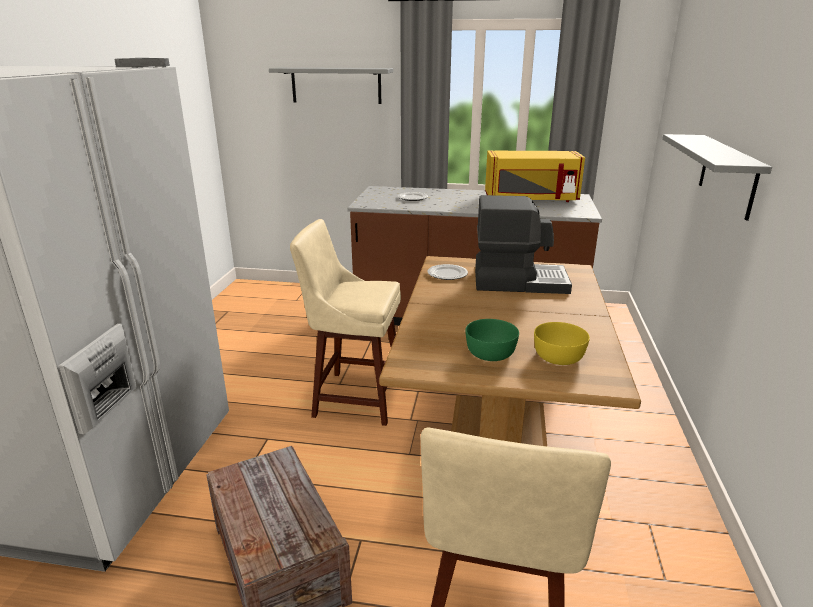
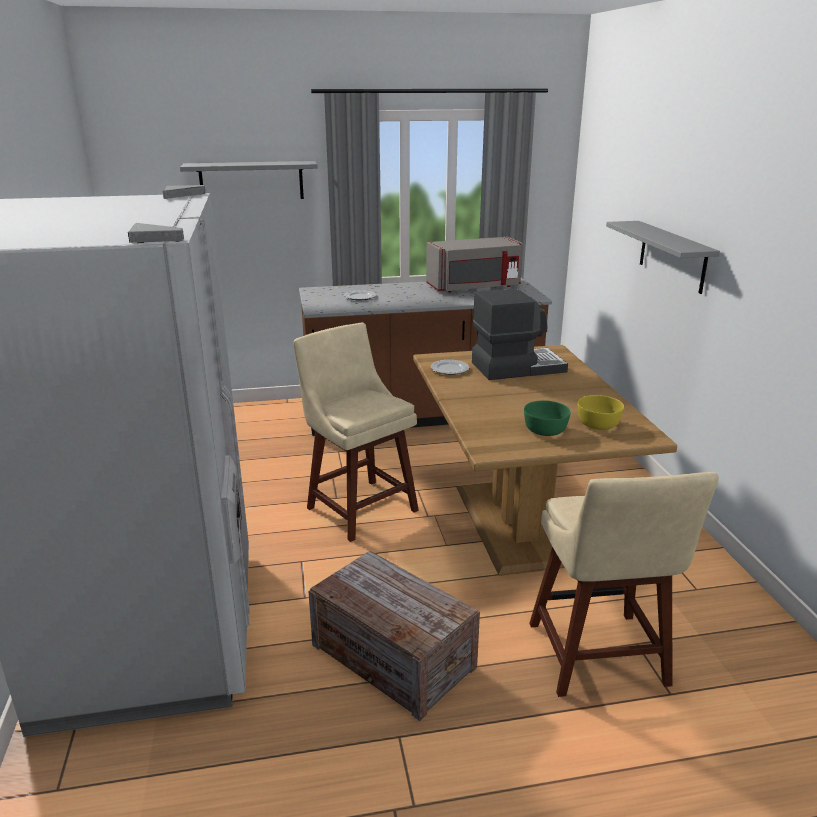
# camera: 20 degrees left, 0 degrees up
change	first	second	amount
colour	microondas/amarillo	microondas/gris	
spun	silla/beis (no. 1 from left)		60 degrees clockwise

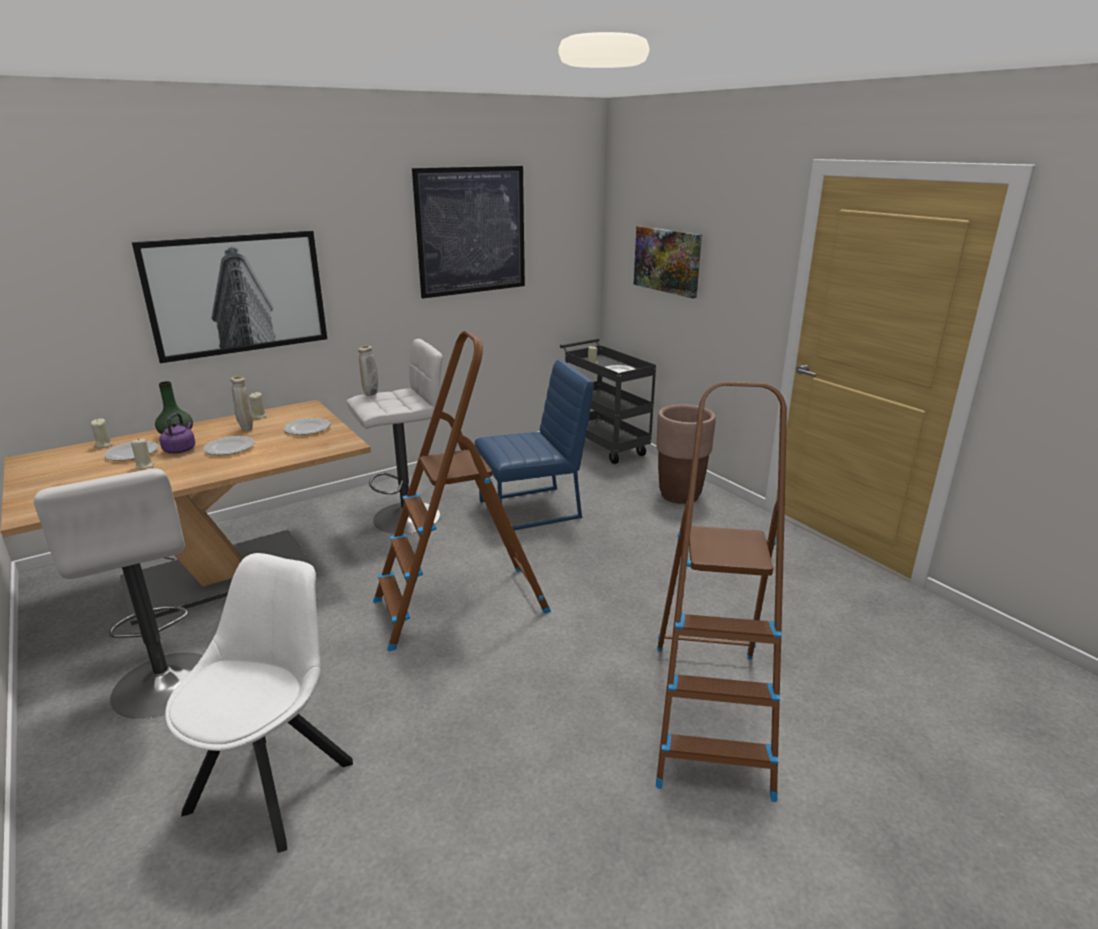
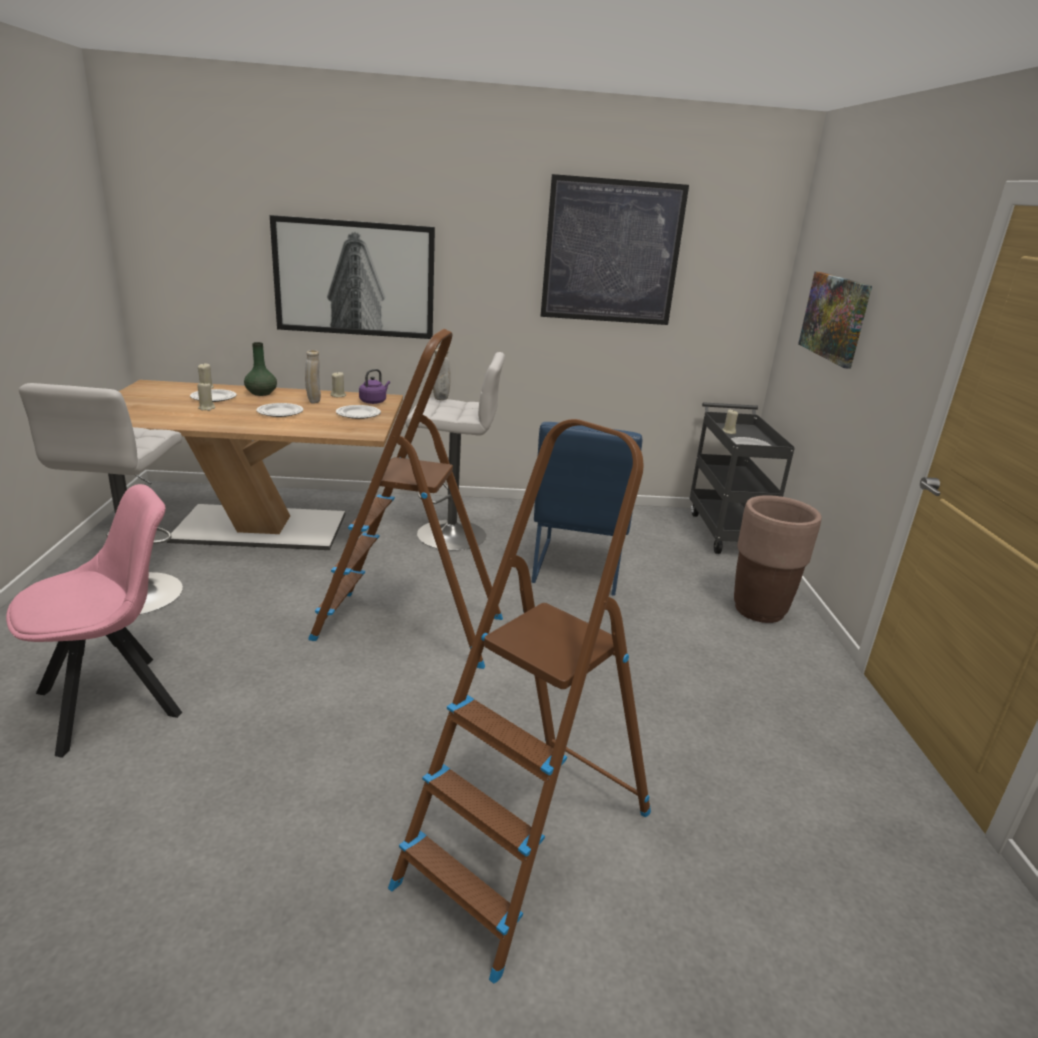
# camera: 30 degrees right, 0 degrees up
change	first	second	amount
spun	silla/azul		90 degrees clockwise
relocated	hervidor/morado		
colour	silla/blanco	silla/rosa	

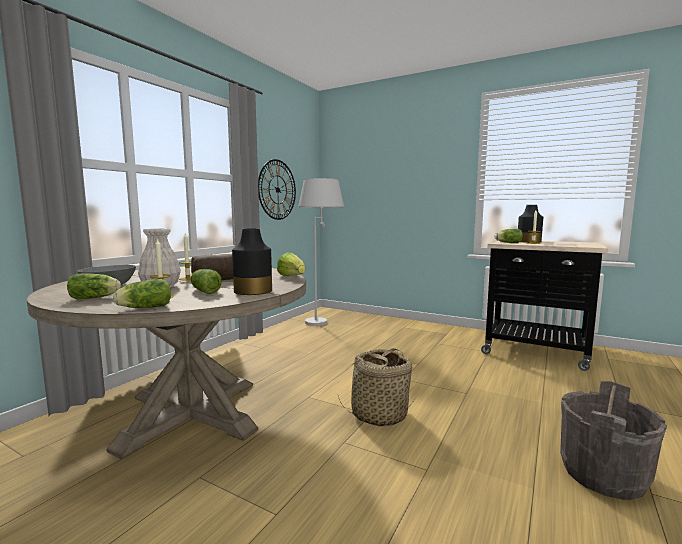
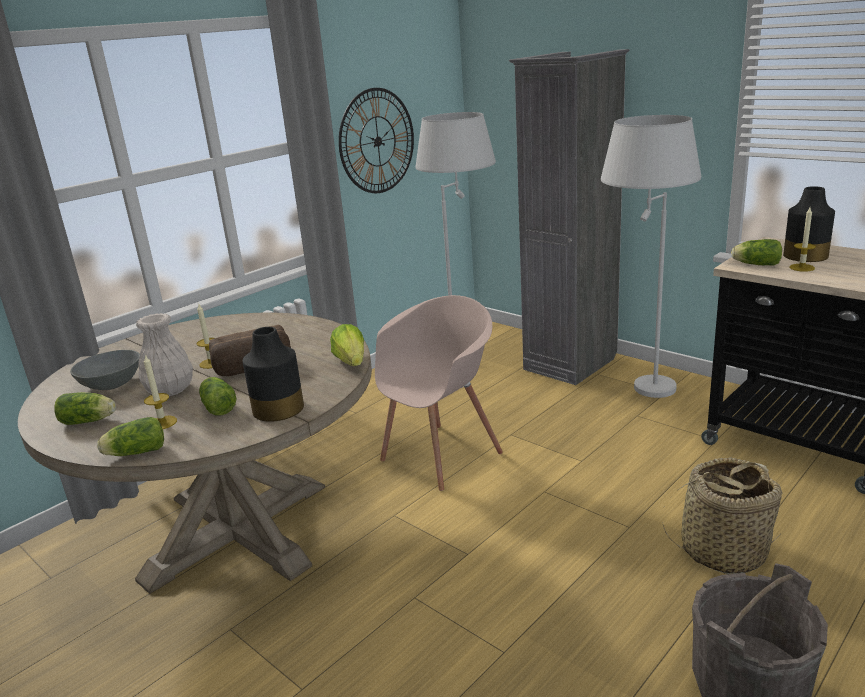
# camera: 15 degrees right, 15 degrees up
change	first	second	amount
relocated	cesta		
appeared		armario/gris	
appeared		lámpara de pie/blanco (no. 2 from left)	
appeared		silla/beis	

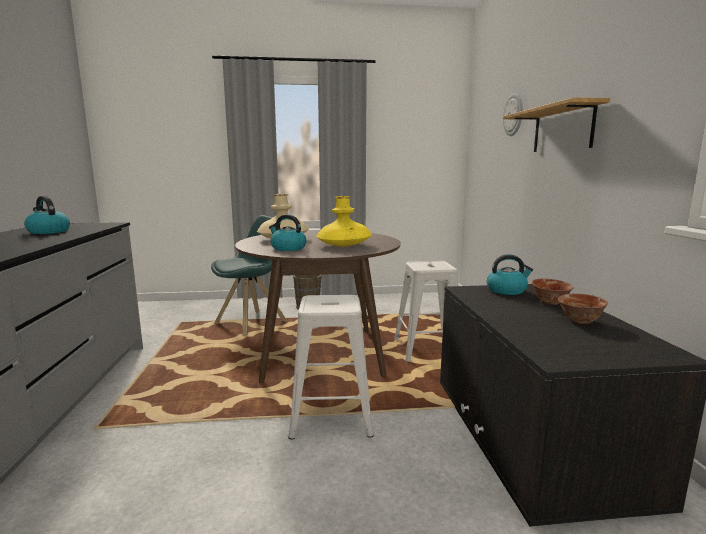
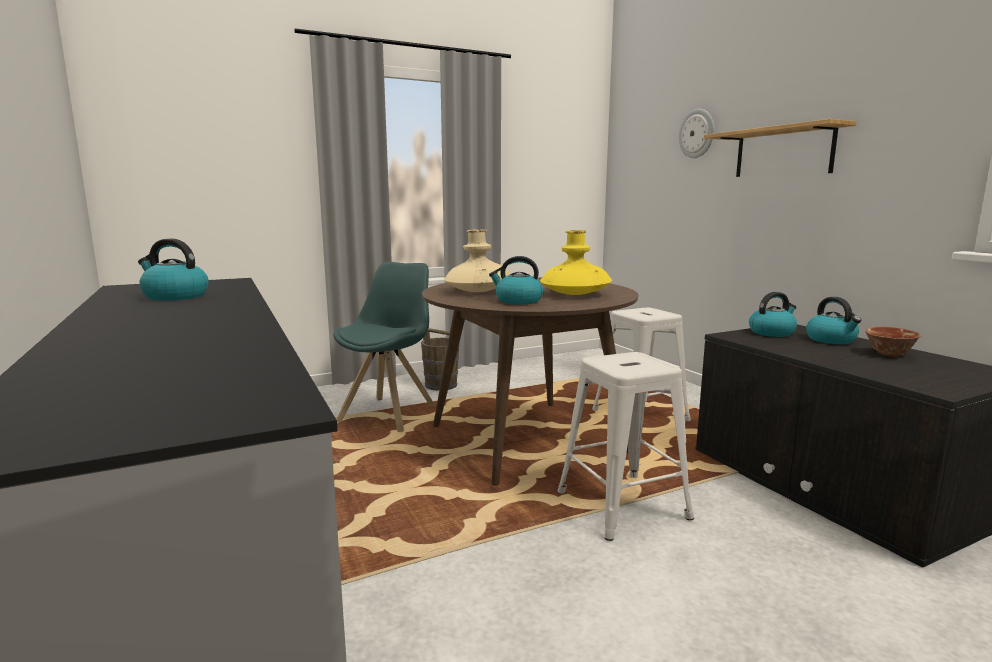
# camera: 20 degrees left, 0 degrees up
change	first	second	amount
exchanged	cuenco (no. 1 from left)	hervidor (no. 4 from left)	

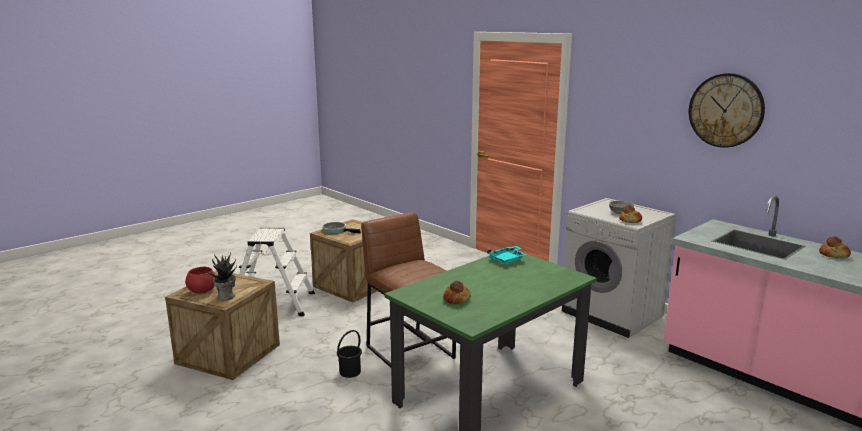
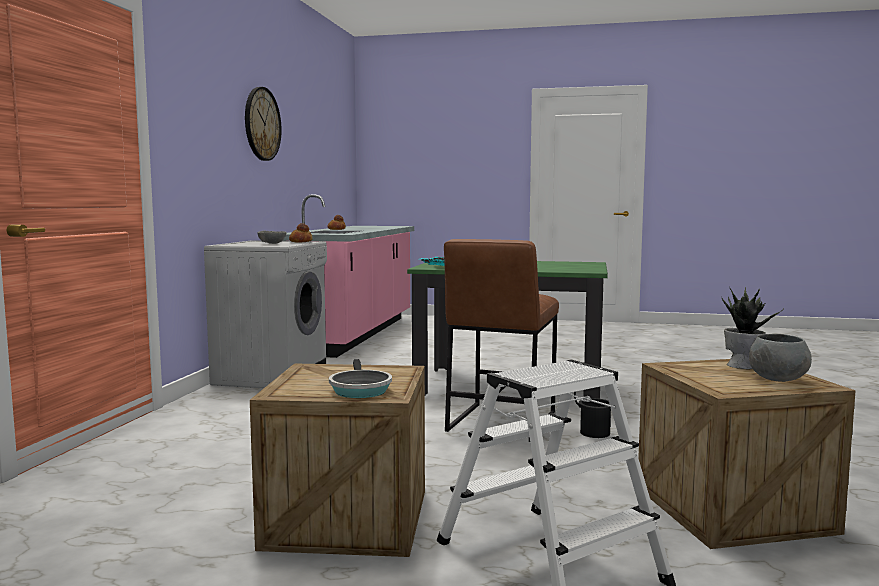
# camera: 125 degrees left, 10 degrees down
change	first	second	amount
colour	cuenco/rojo	cuenco/gris (no. 2 from left)	
missing	pan (no. 1 from left)		

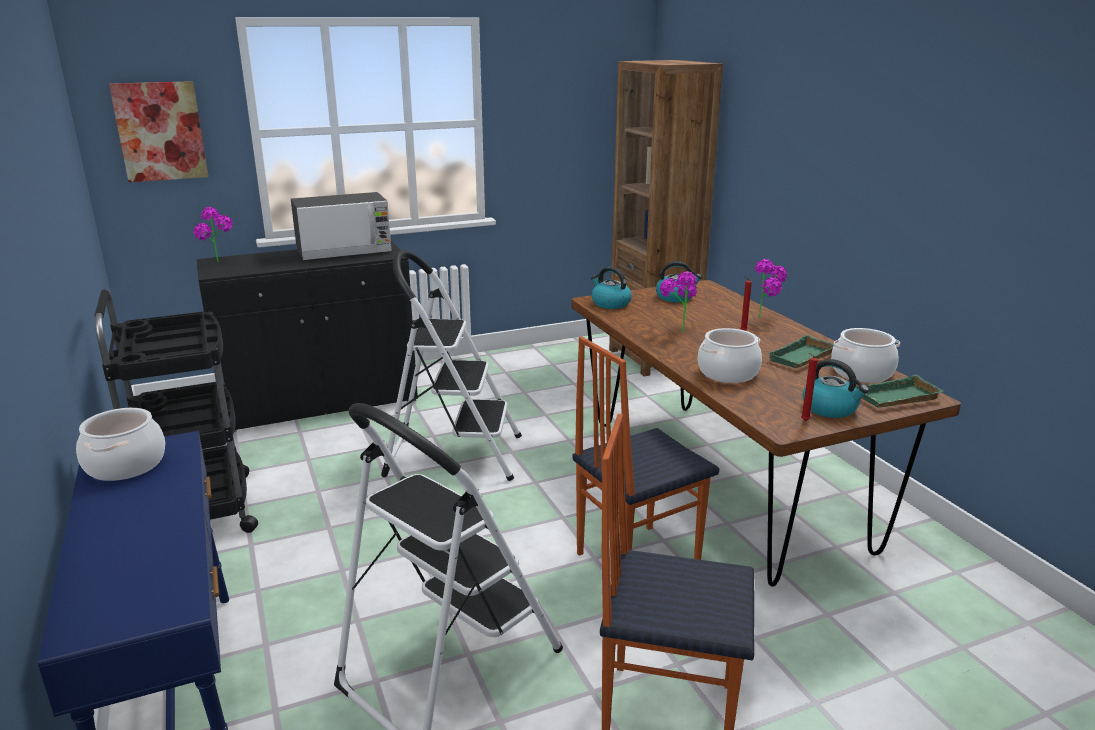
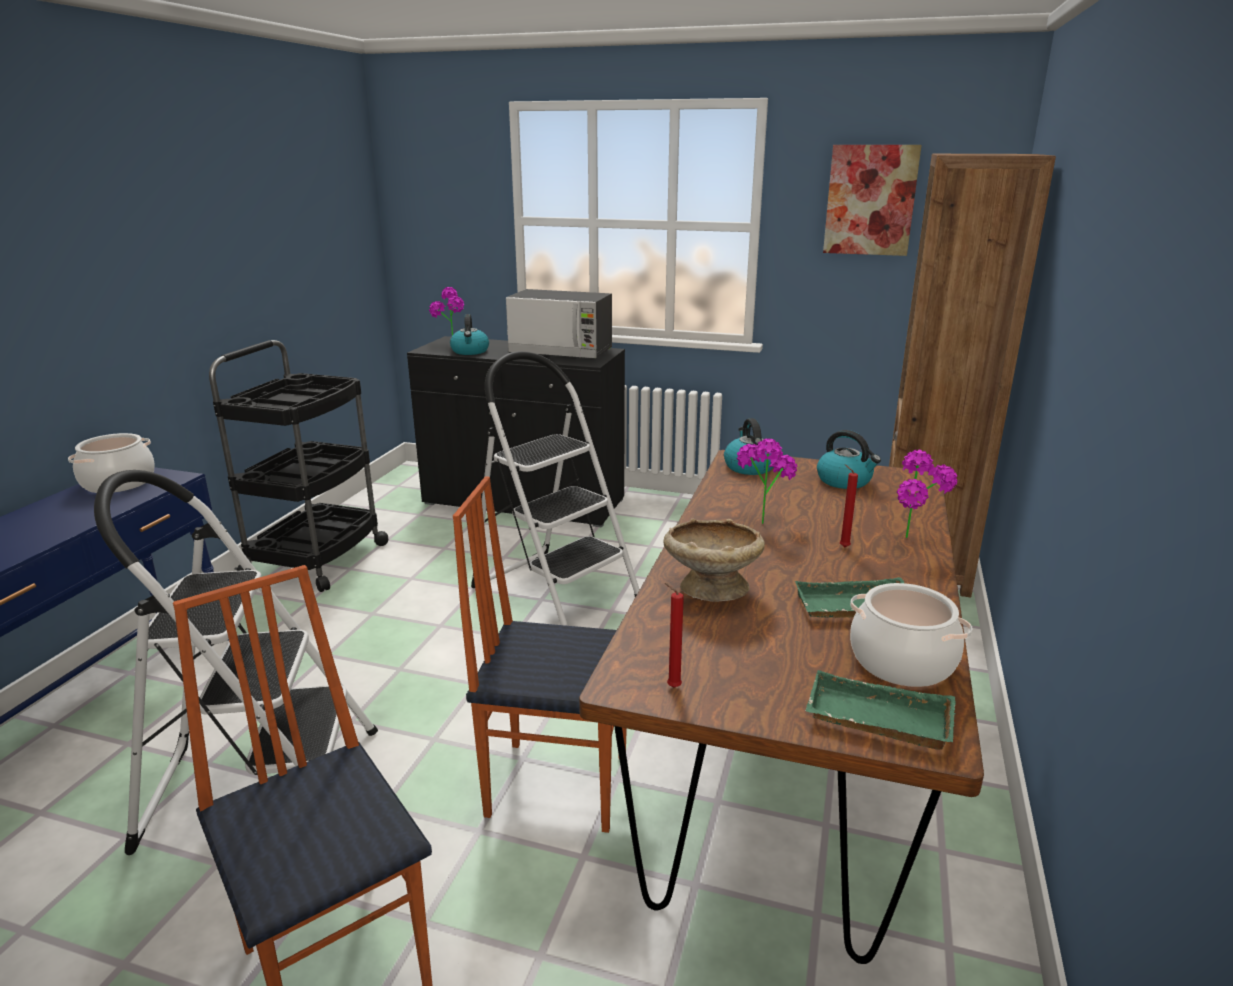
# camera: 40 degrees right, 0 degrees up
change	first	second	amount
relocated	cuadro		
exchanged	olla (no. 2 from left)	cuenco/beis	
relocated	hervidor (no. 3 from left in the first image)	hervidor (no. 1 from left)	

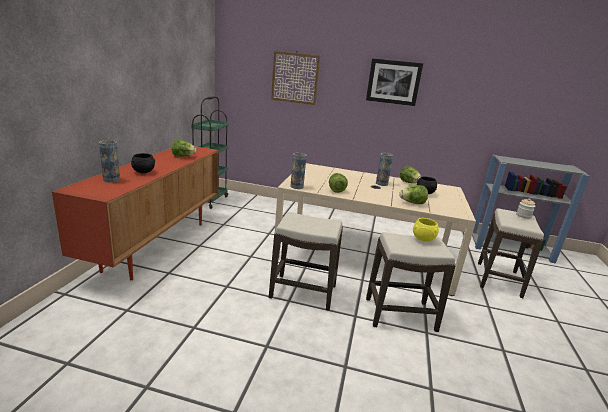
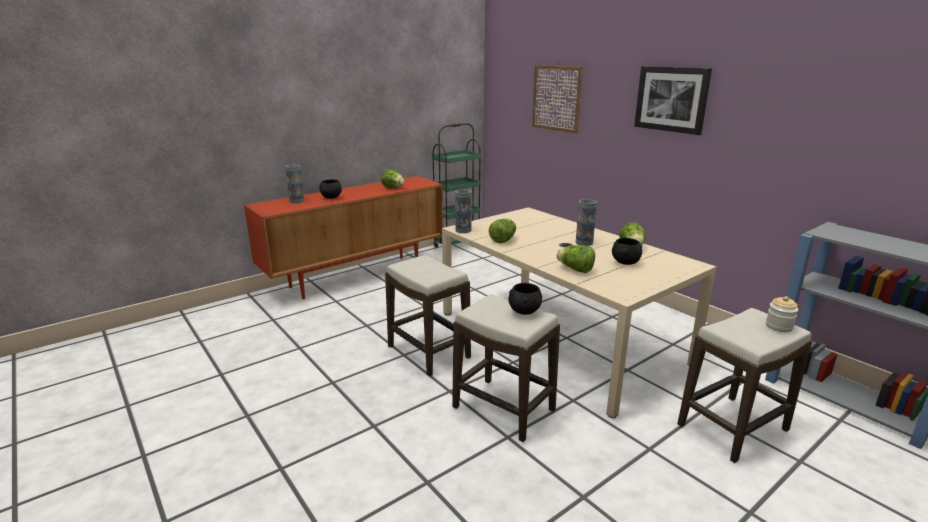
# camera: 40 degrees right, 0 degrees up
change	first	second	amount
colour	cuenco/amarillo	cuenco/negro (no. 2 from left)	

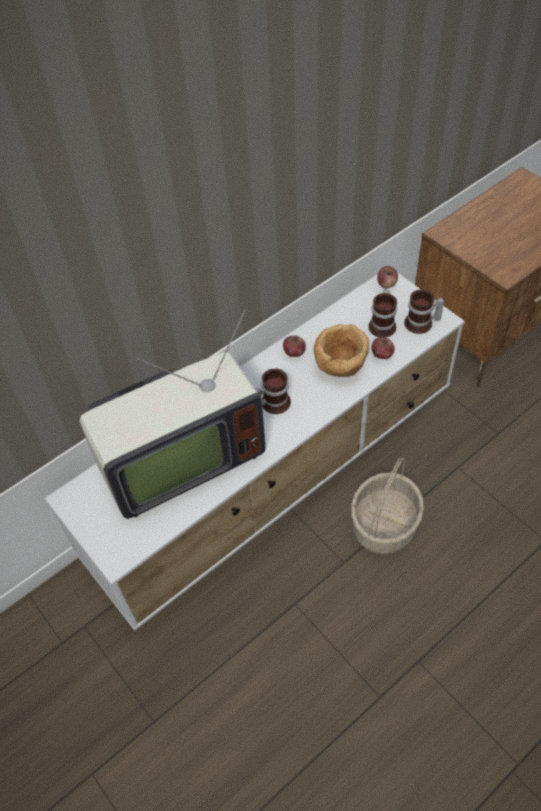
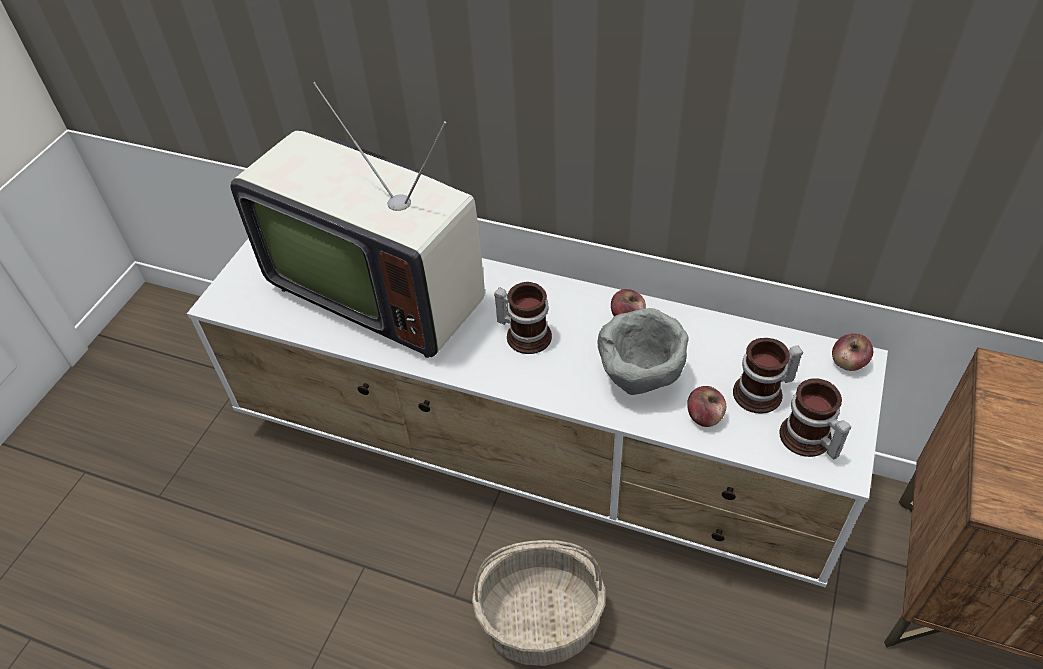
# camera: 60 degrees right, 5 degrees down
change	first	second	amount
colour	cuenco/marrón	cuenco/gris	

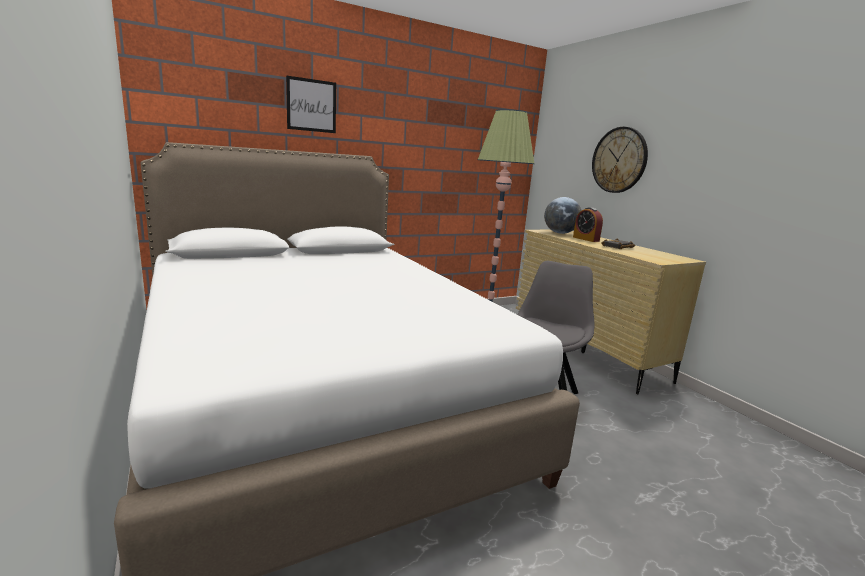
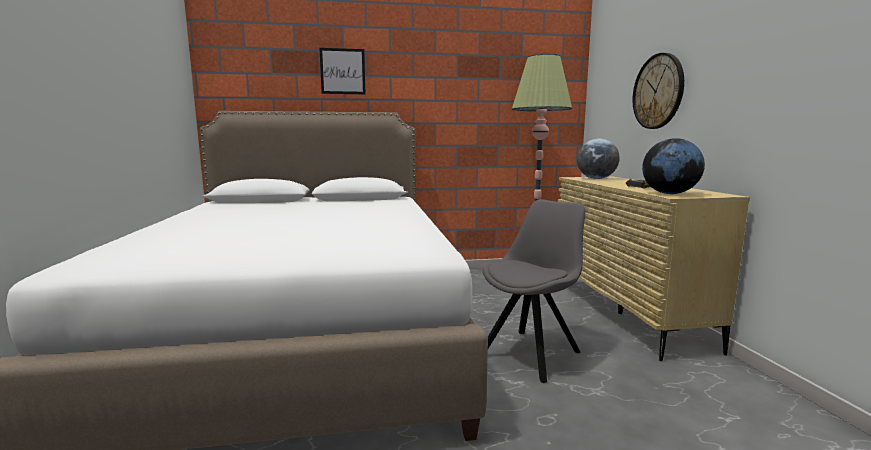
# camera: 20 degrees right, 5 degrees down
change	first	second	amount
missing	despertador		
appeared		globo terráqueo (no. 2 from left)	

